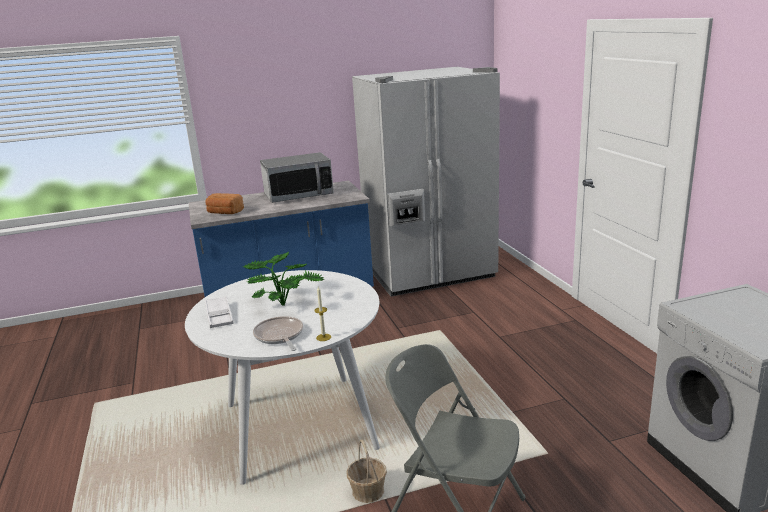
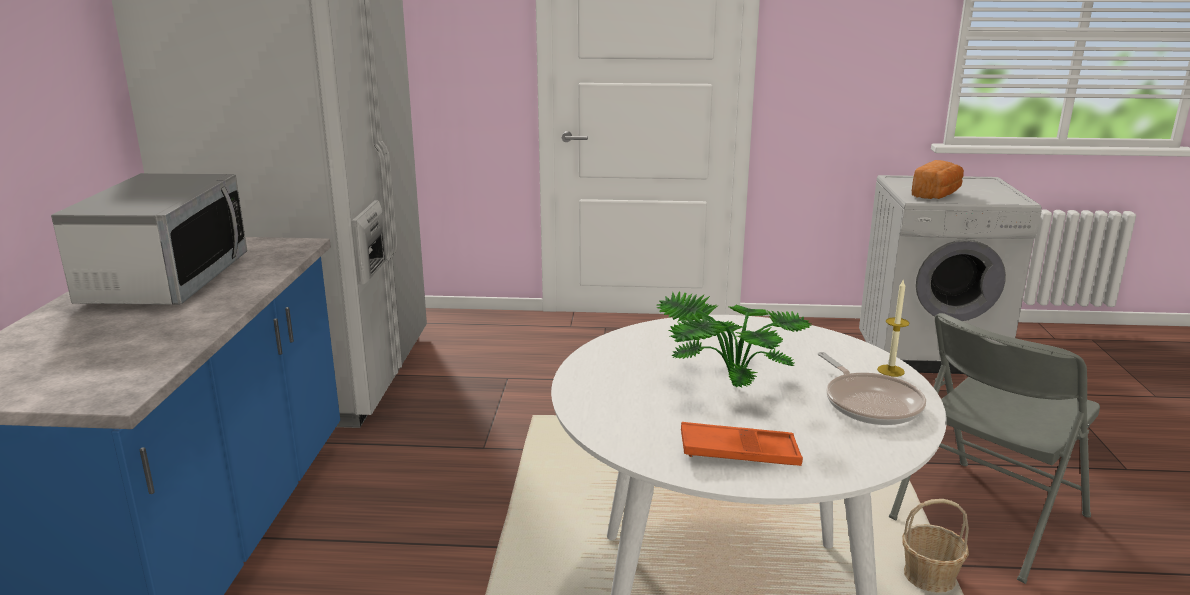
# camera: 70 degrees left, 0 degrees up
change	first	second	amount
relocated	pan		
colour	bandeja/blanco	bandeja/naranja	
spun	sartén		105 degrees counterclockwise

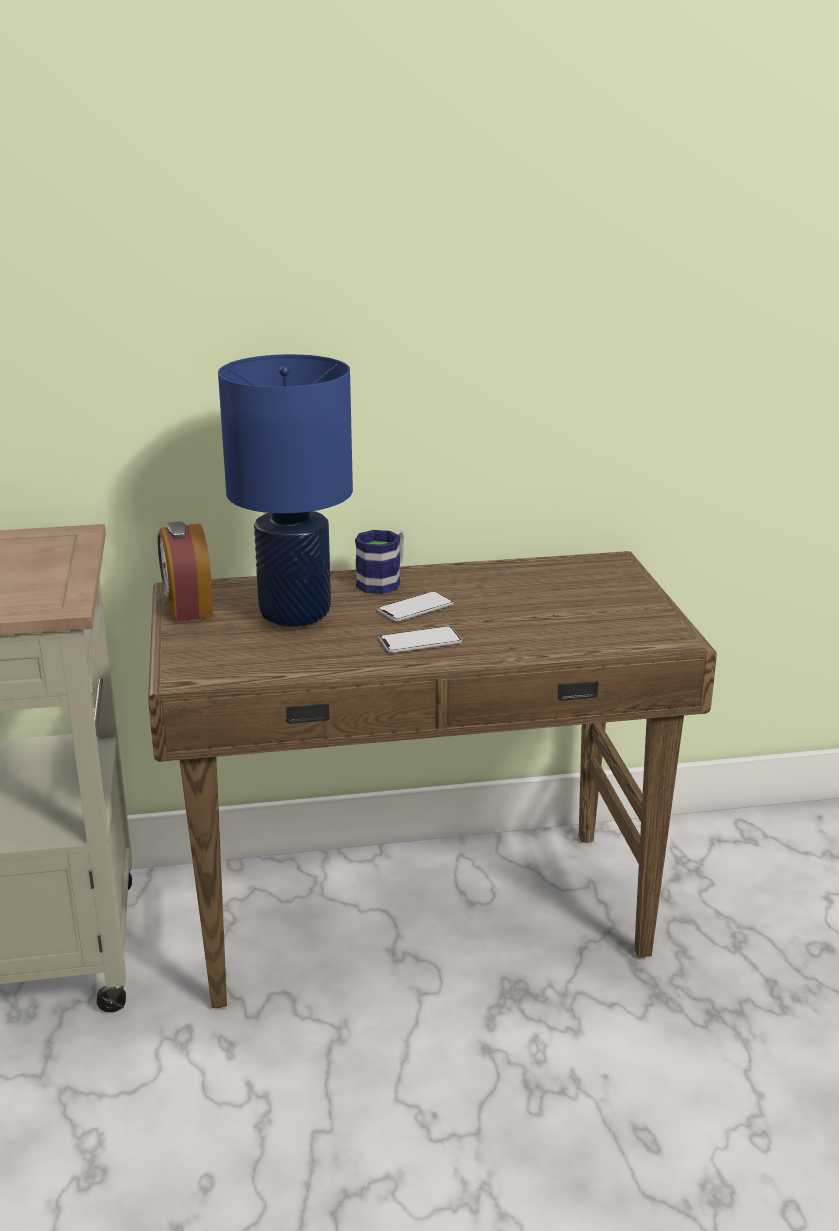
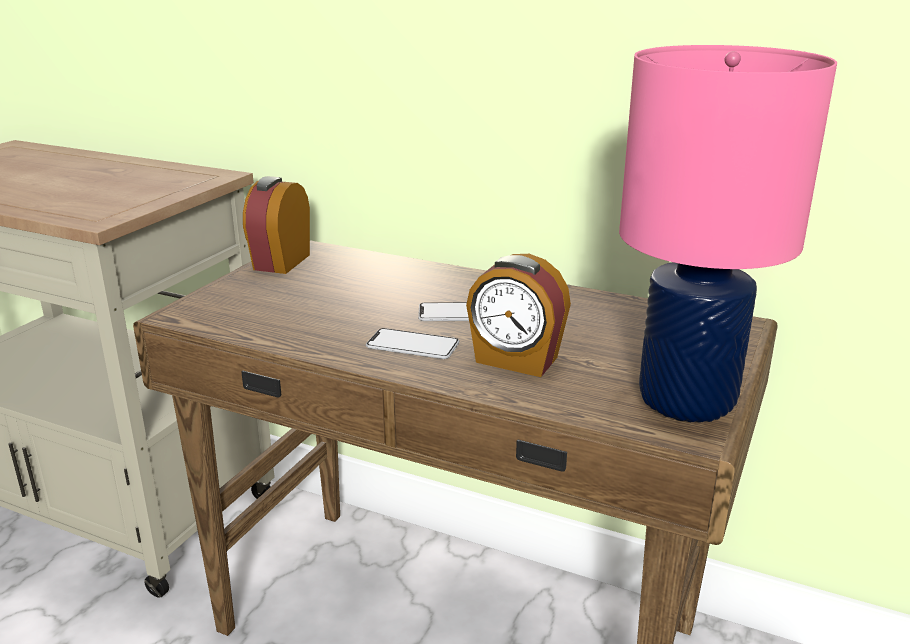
# camera: 35 degrees right, 0 degrees up
change	first	second	amount
missing	lámpara de mesa/azul		
missing	taza grande		
appeared		lámpara de mesa/rosa	
appeared		despertador (no. 2 from left)	

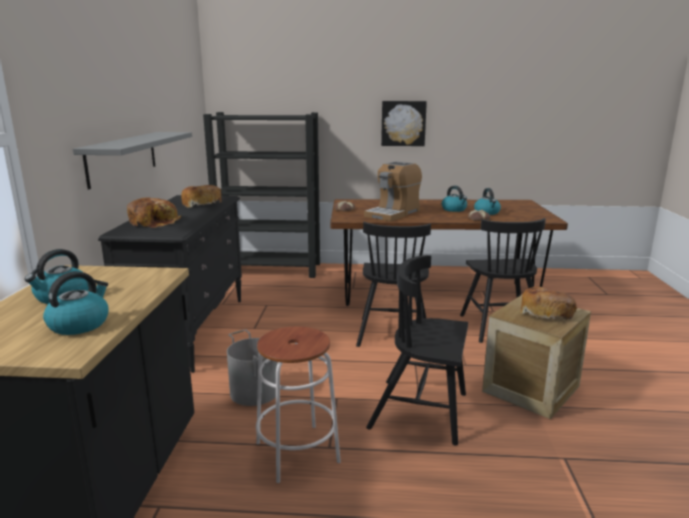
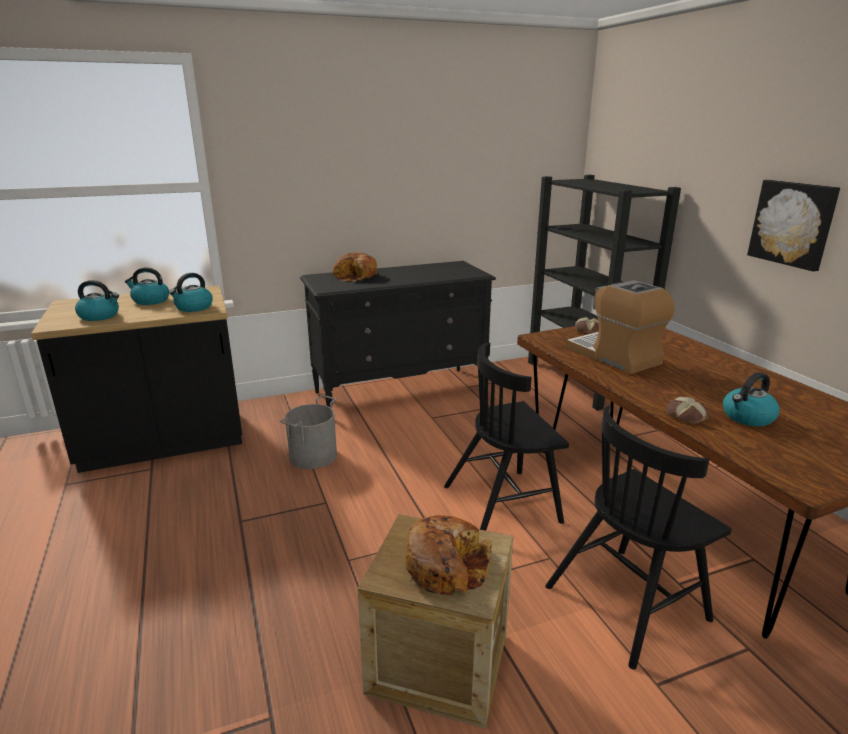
# camera: 65 degrees right, 5 degrees up
change	first	second	amount
missing	estante/gris		
spun	cafetera		45 degrees clockwise
missing	pan (no. 2 from left)		
relocated	hervidor (no. 3 from left)		
missing	silla/negro (no. 2 from left)		
missing	taburete/blanco		

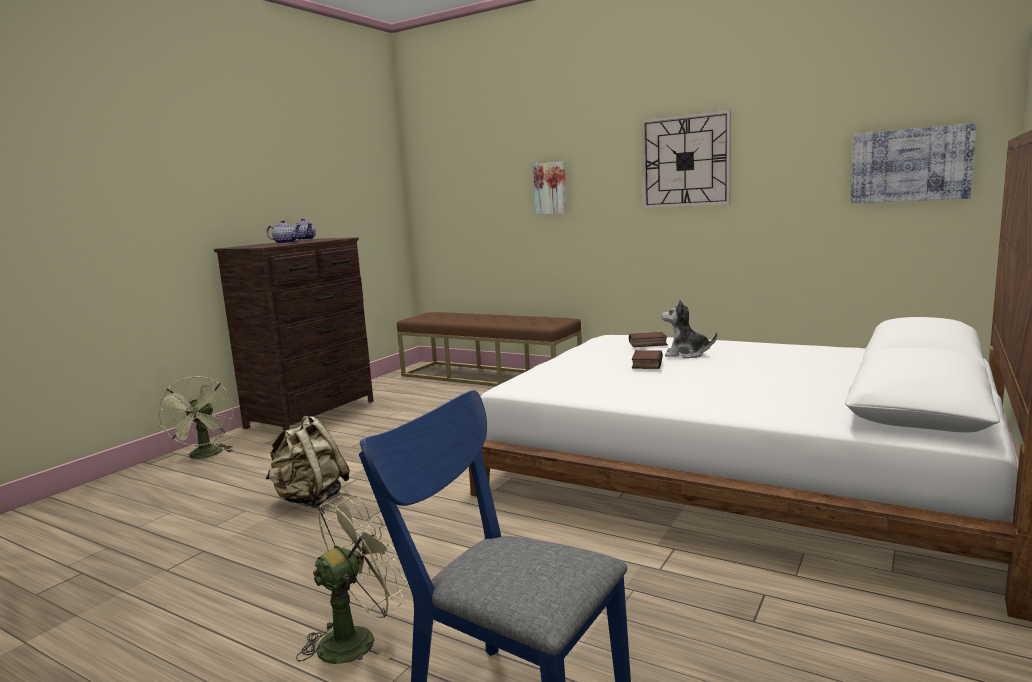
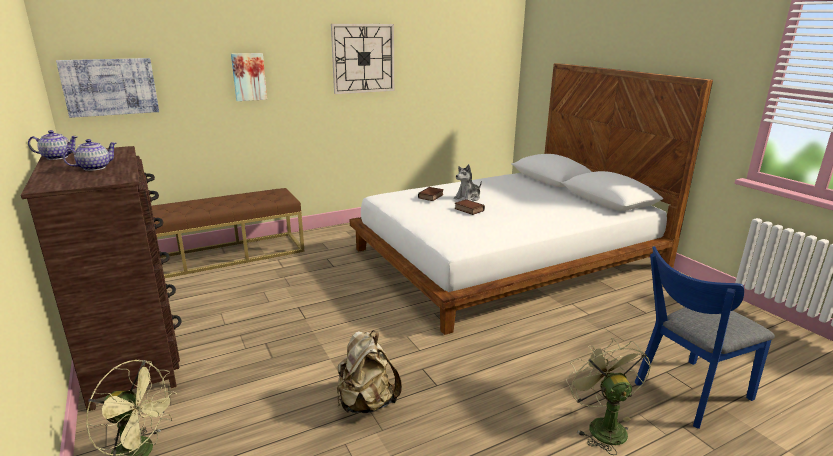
# camera: 60 degrees left, 10 degrees up
change	first	second	amount
relocated	cuadro (no. 2 from left in the first image)	cuadro (no. 1 from left)	

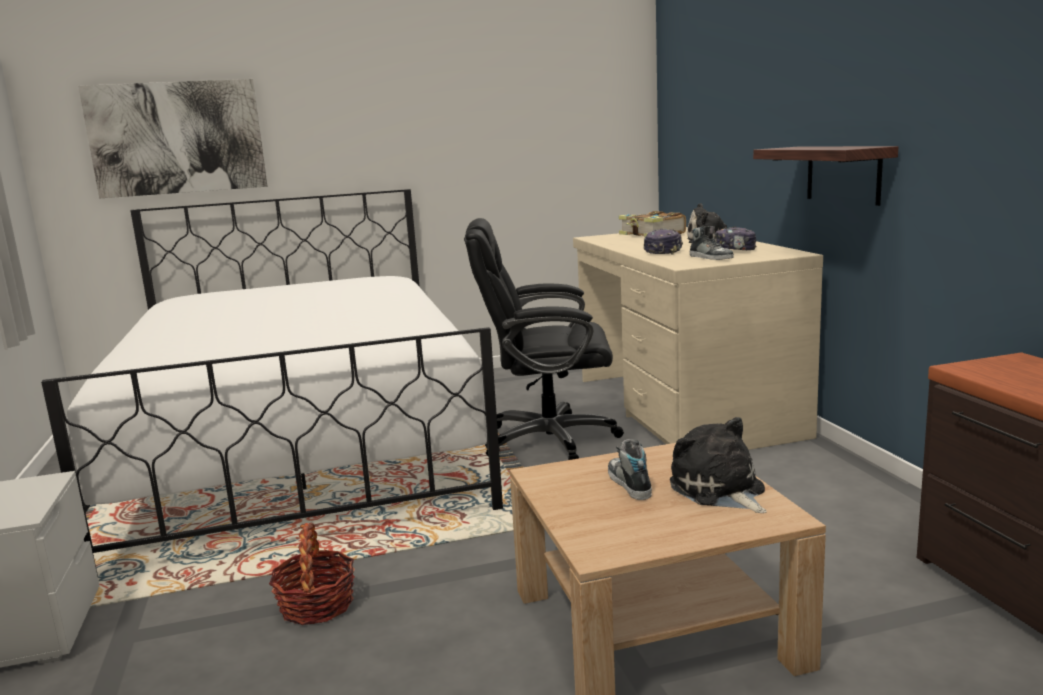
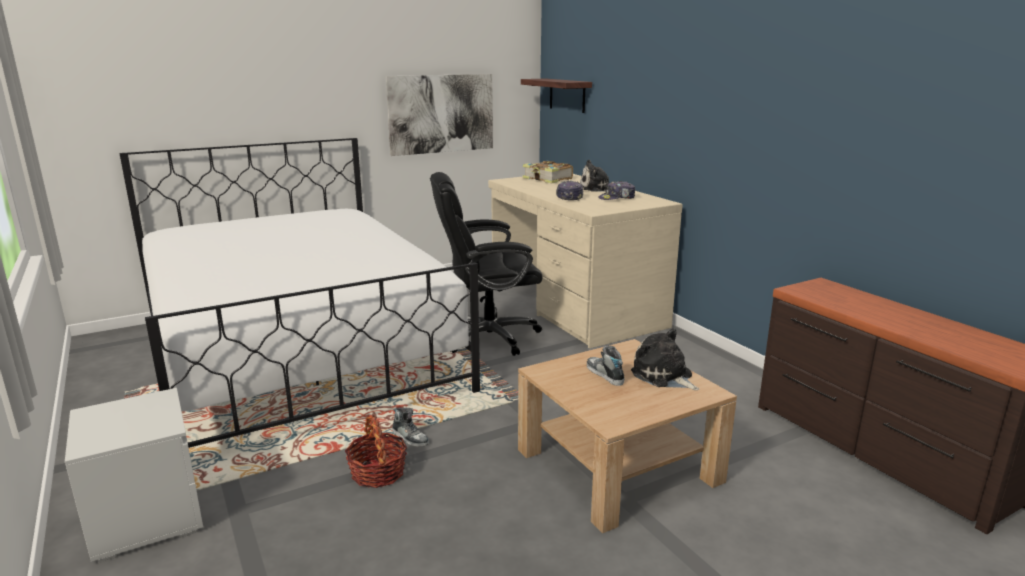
# camera: 15 degrees left, 5 degrees up
change	first	second	amount
relocated	cuadro		
relocated	estante		
relocated	zapato (no. 2 from left in the first image)	zapato (no. 1 from left)	

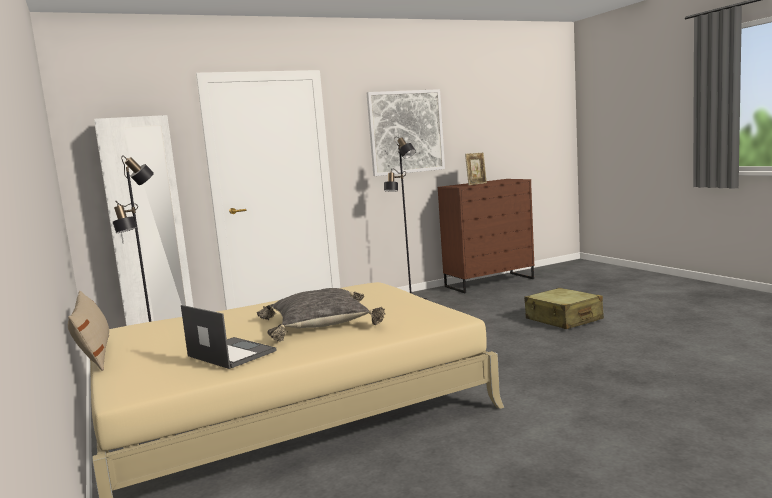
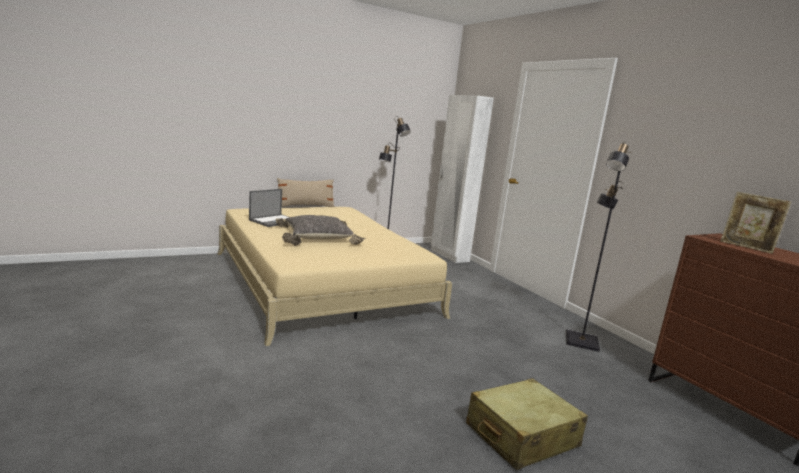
# camera: 85 degrees right, 5 degrees up
change	first	second	amount
missing	cuadro		

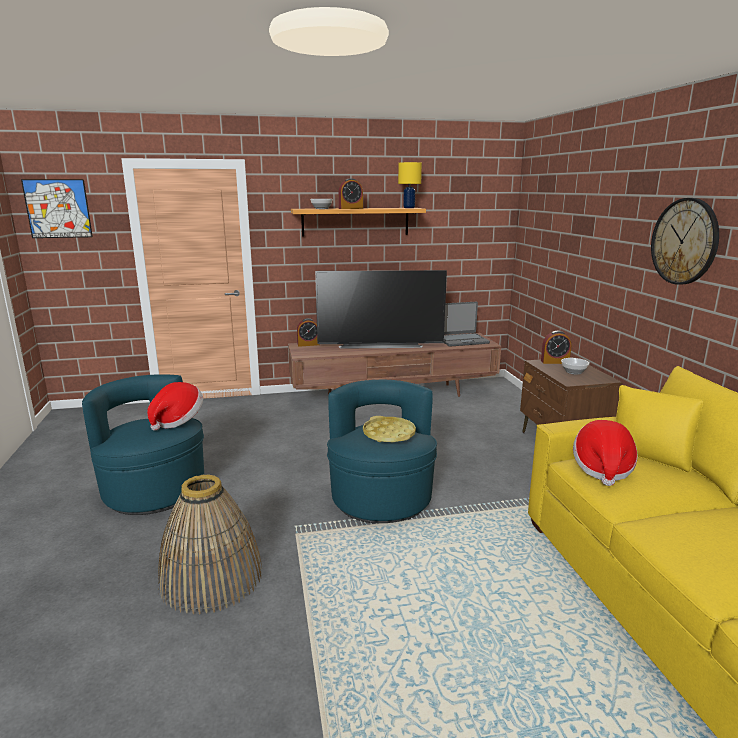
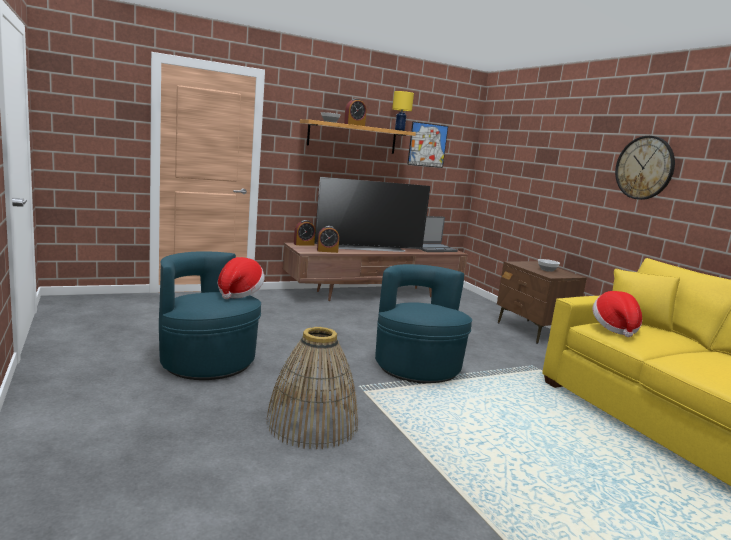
# camera: 15 degrees left, 5 degrees down
change	first	second	amount
relocated	cuadro		
relocated	despertador (no. 3 from left in the first image)	despertador (no. 2 from left)	
missing	bandeja/amarillo		

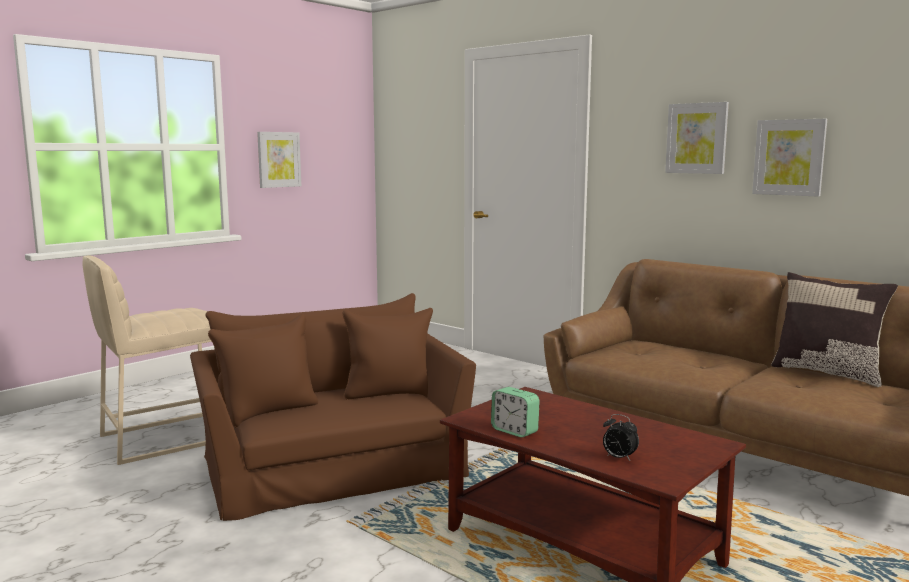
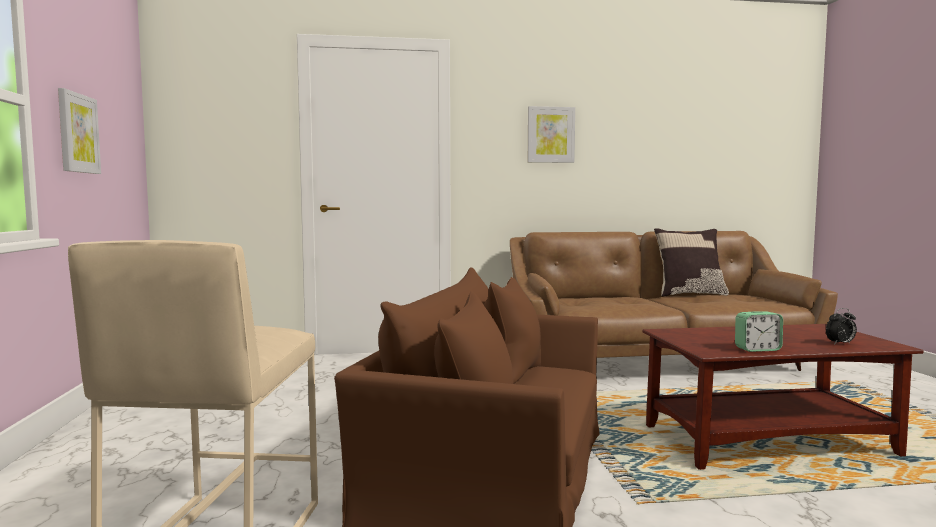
# camera: 50 degrees left, 5 degrees down
change	first	second	amount
missing	cuadro (no. 3 from left)		

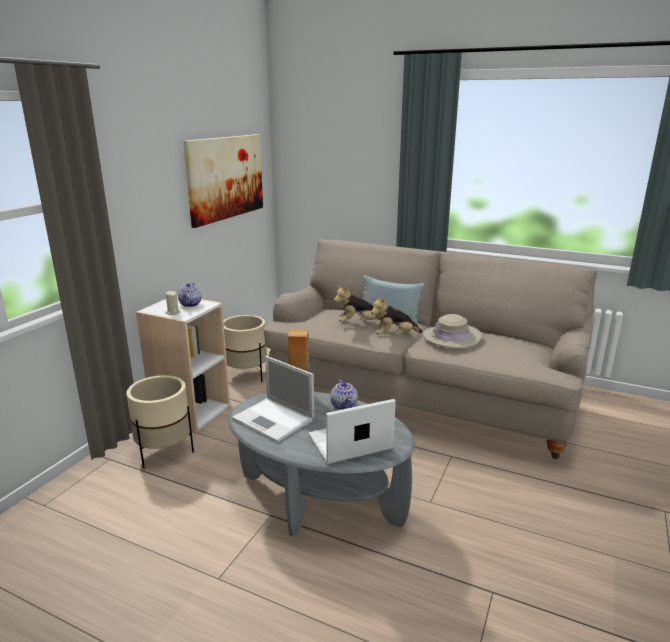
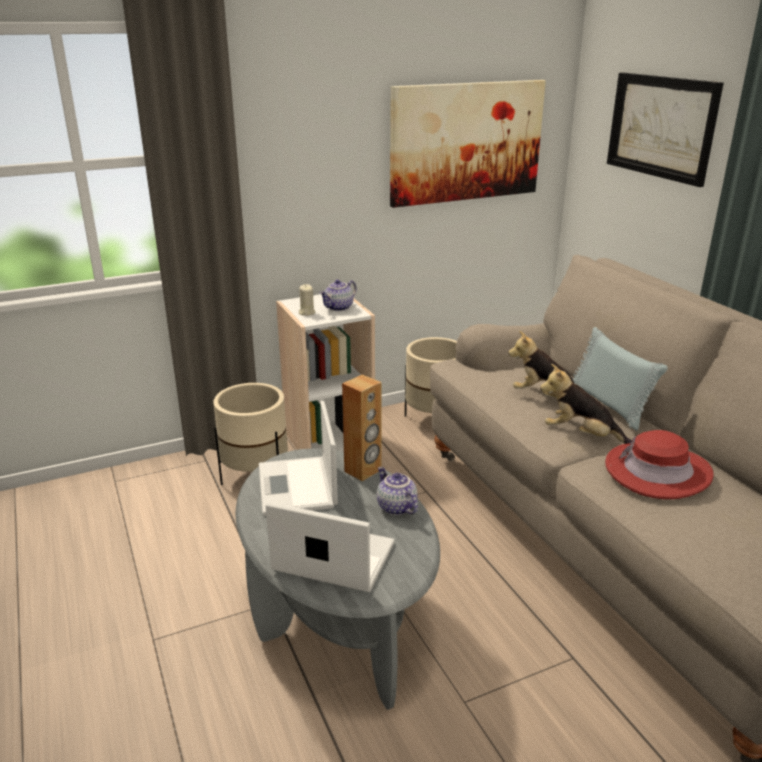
# camera: 40 degrees right, 5 degrees up
change	first	second	amount
colour	sombrero/beis	sombrero/rojo	
spun	tetera (no. 2 from left)		120 degrees clockwise
appeared		cuadro (no. 2 from left)	

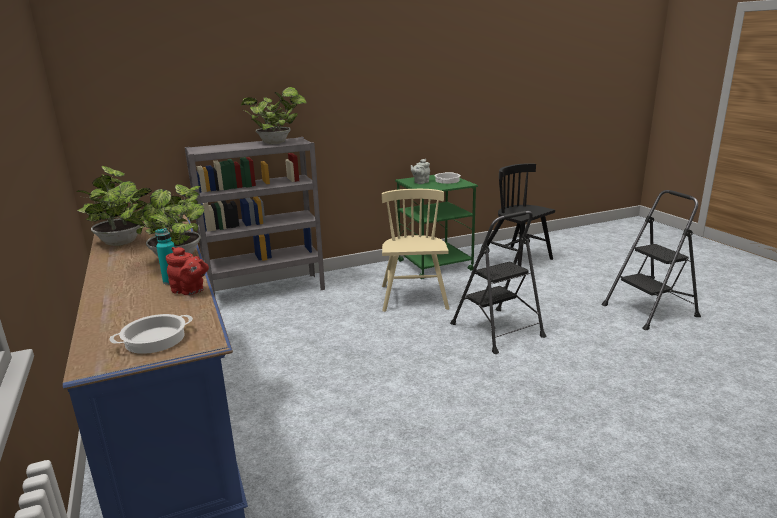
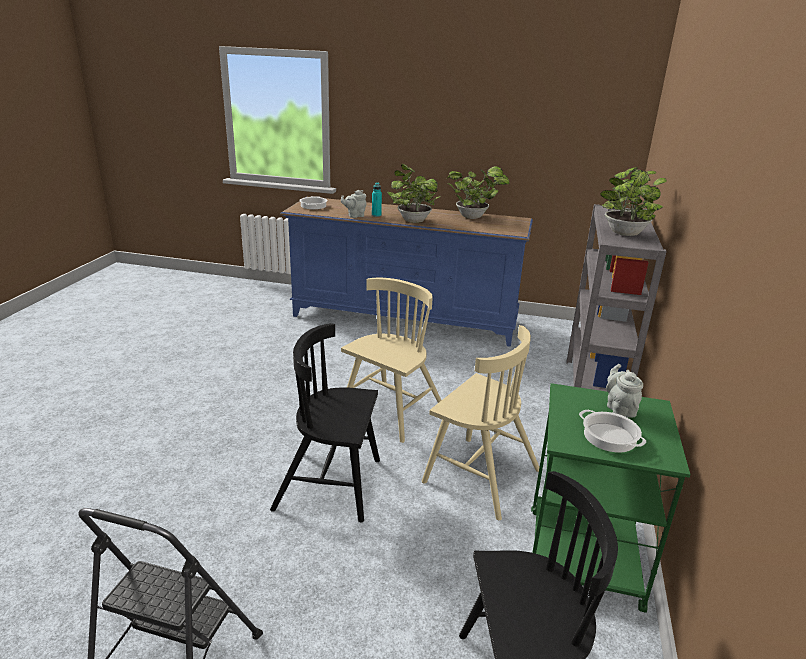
# camera: 125 degrees right, 5 degrees up
change	first	second	amount
exchanged	escalera de tijera/negro (no. 1 from left)	silla/negro (no. 1 from left)	
colour	tetera/rojo	tetera/gris (no. 1 from left)	
appeared		silla/beis (no. 1 from left)	

